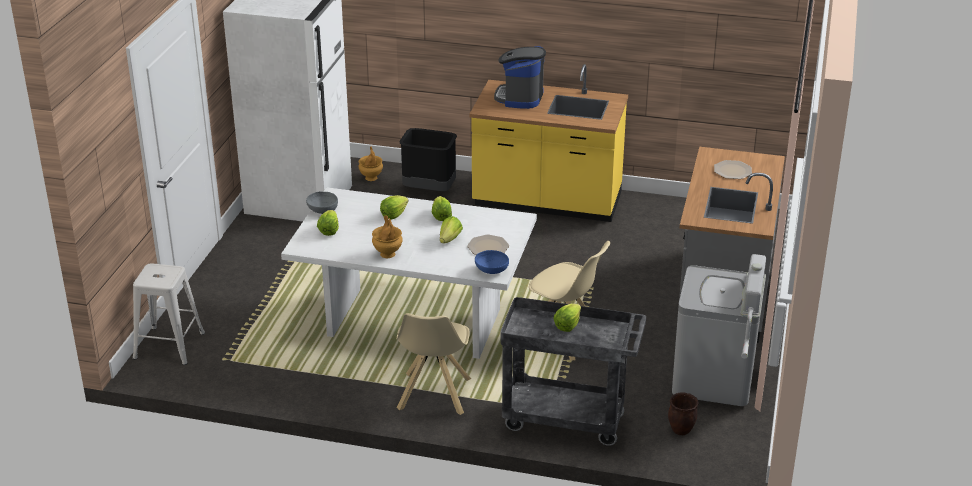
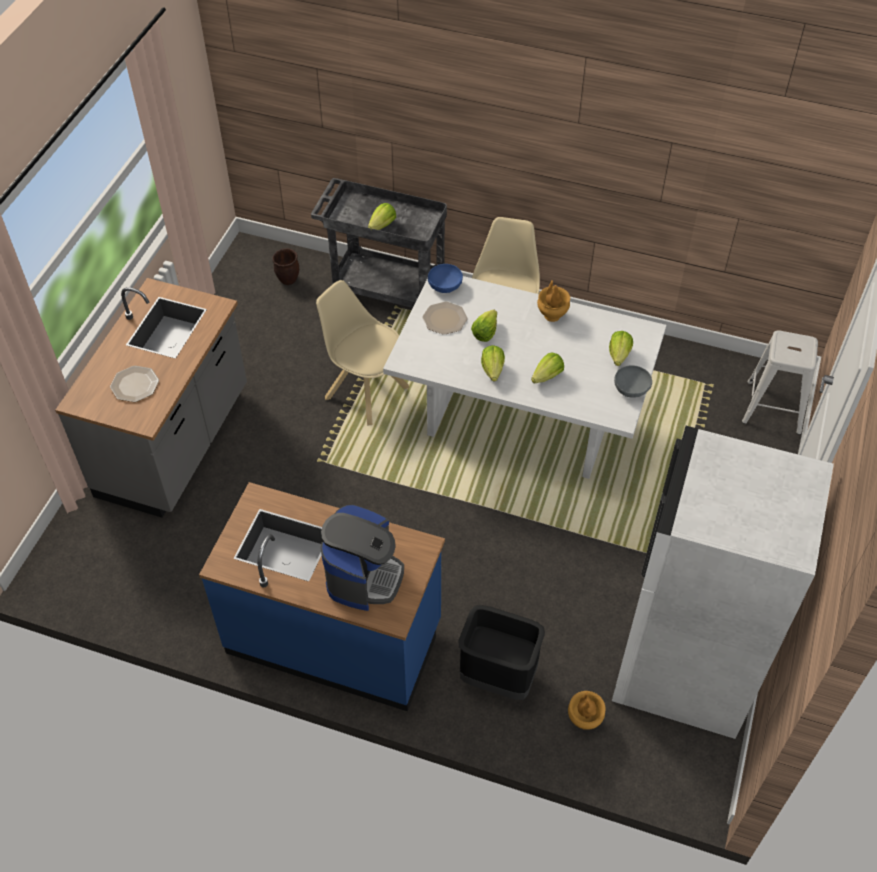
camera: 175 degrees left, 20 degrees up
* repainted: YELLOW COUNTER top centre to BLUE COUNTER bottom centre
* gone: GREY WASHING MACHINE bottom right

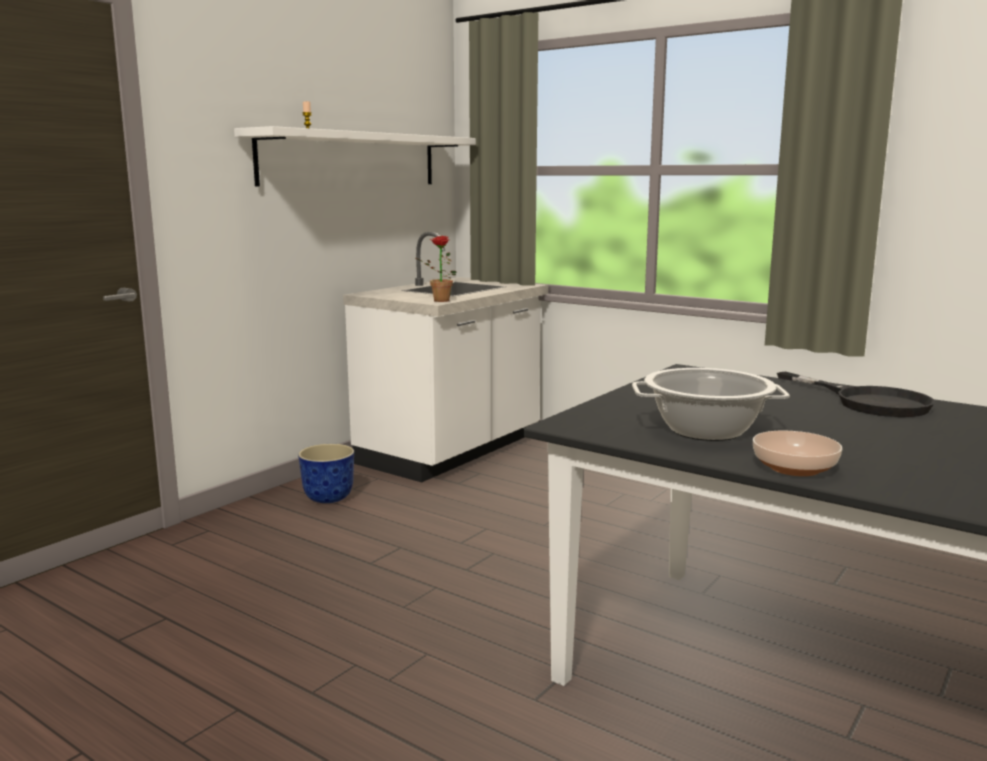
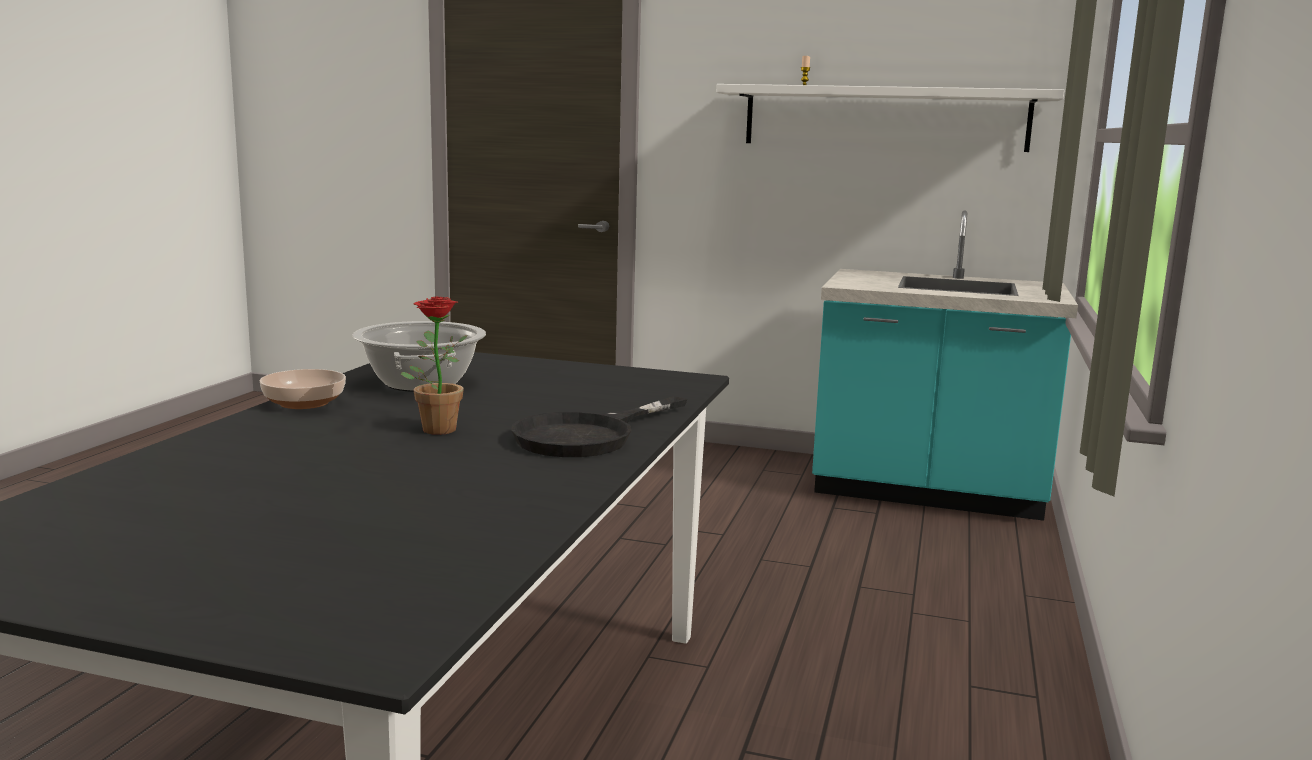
camera: 70 degrees right, 0 degrees up
* gone: PLANTER middle left
* repainted: WHITE COUNTER centre to TURQUOISE COUNTER middle right
* shifted: POTTED PLANT centre to middle left

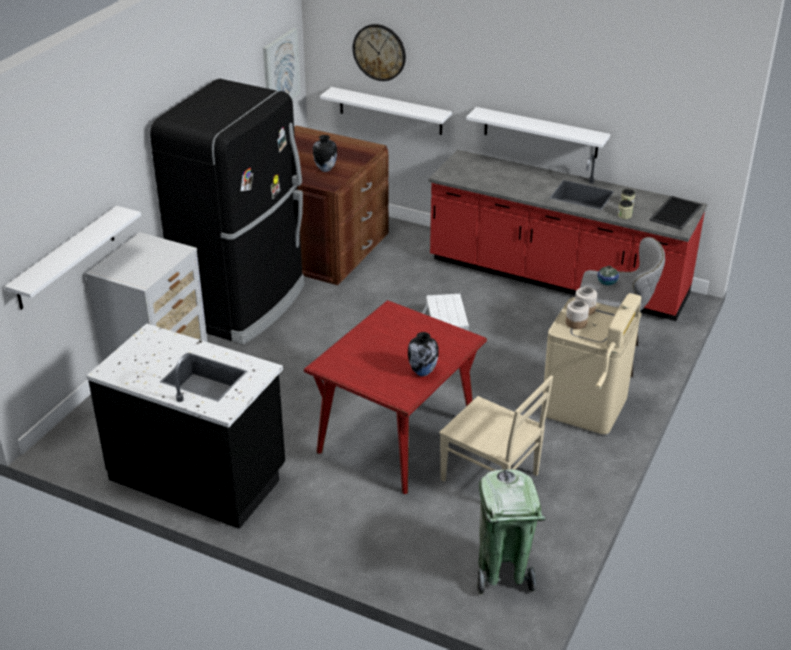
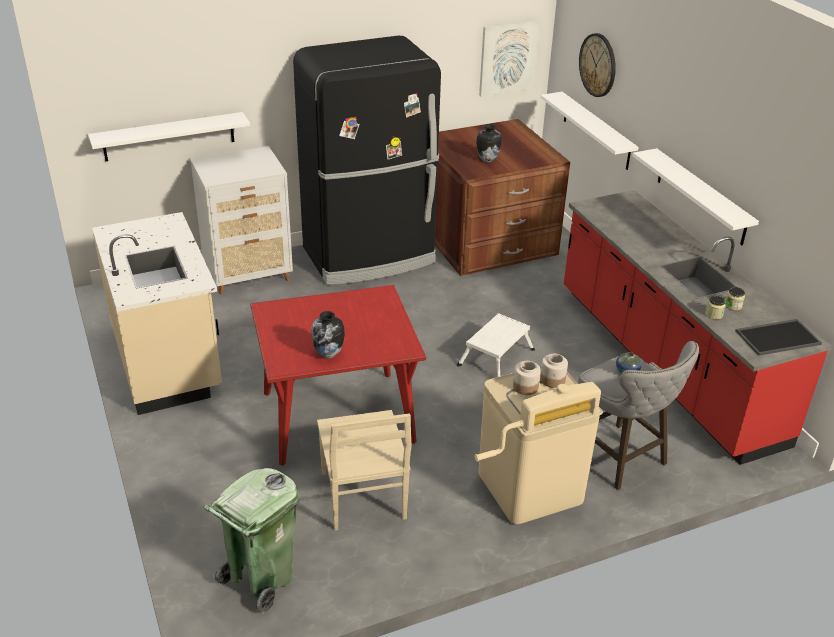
camera: 40 degrees right, 0 degrees up
* repainted: BLACK COUNTER middle left to BEIGE COUNTER middle left

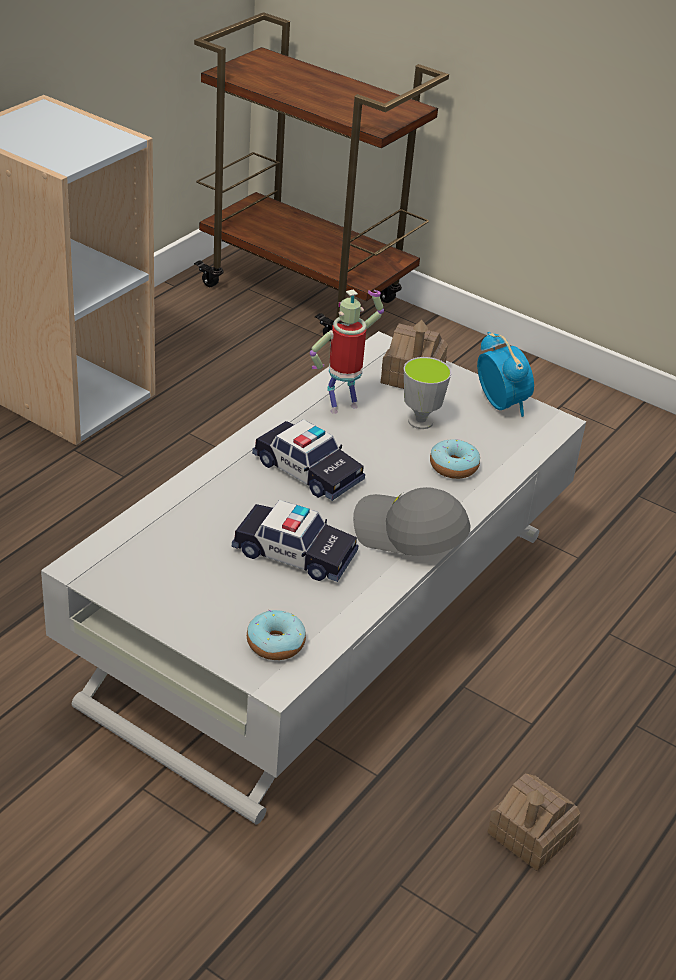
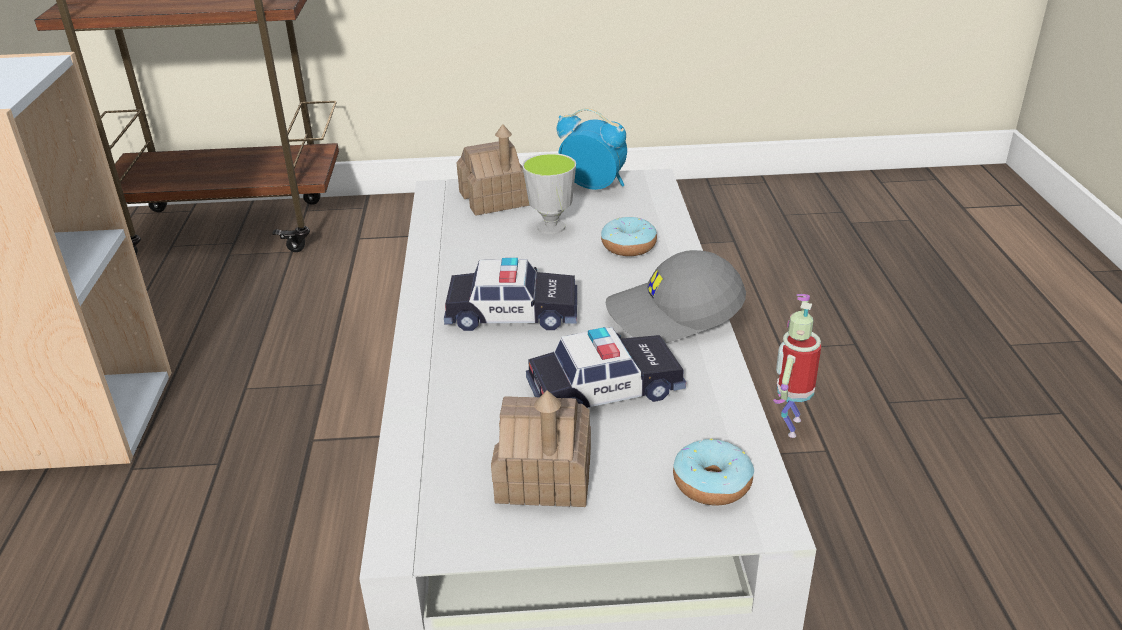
camera: 35 degrees left, 5 degrees down
* shifted: TOY ROBOT centre to middle right
* shifted: TOY HOUSE (no. 2 from left) bottom right to bottom centre

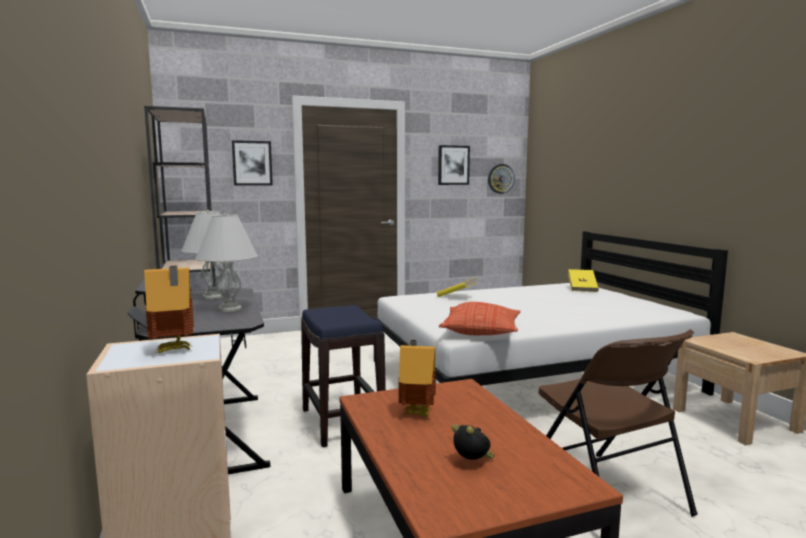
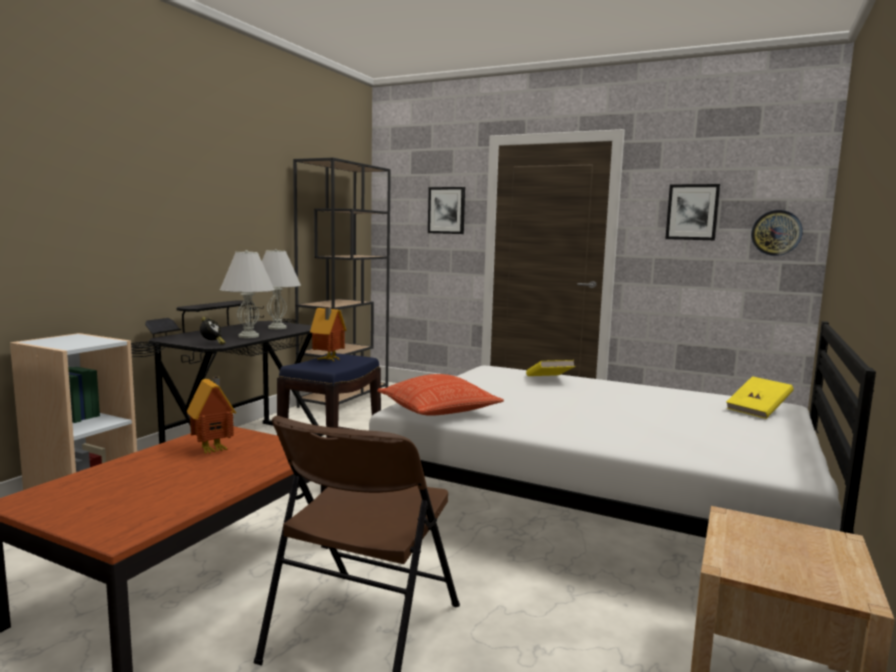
camera: 45 degrees right, 0 degrees up
* shifted: TOY HOUSE (no. 1 from left in the first image) middle left to TOY HOUSE (no. 2 from left) centre
* shifted: ALARM CLOCK bottom centre to middle left

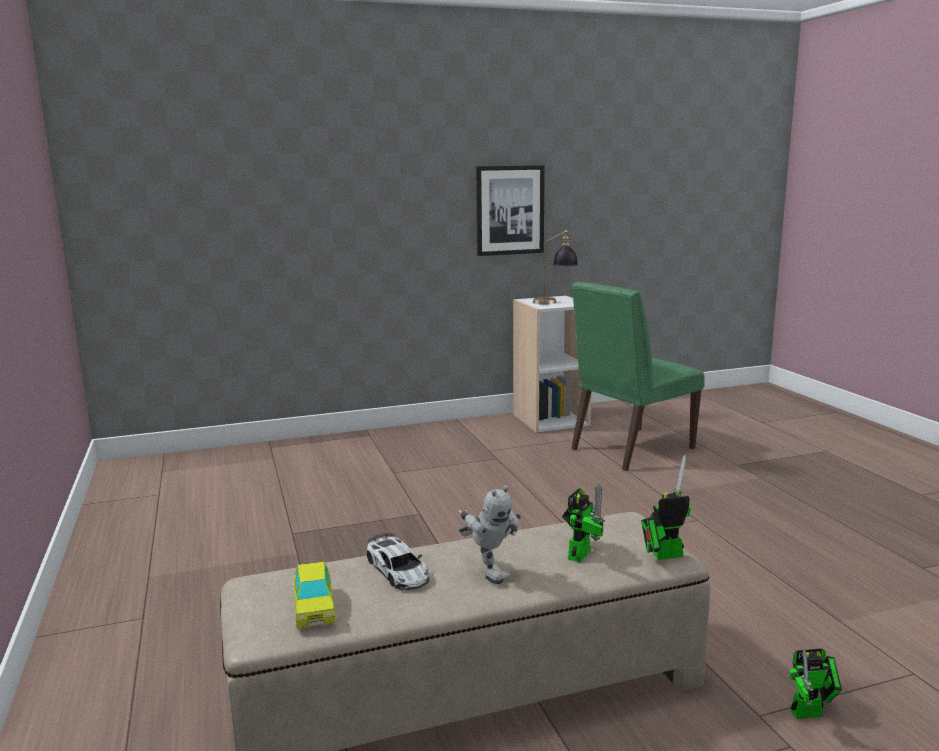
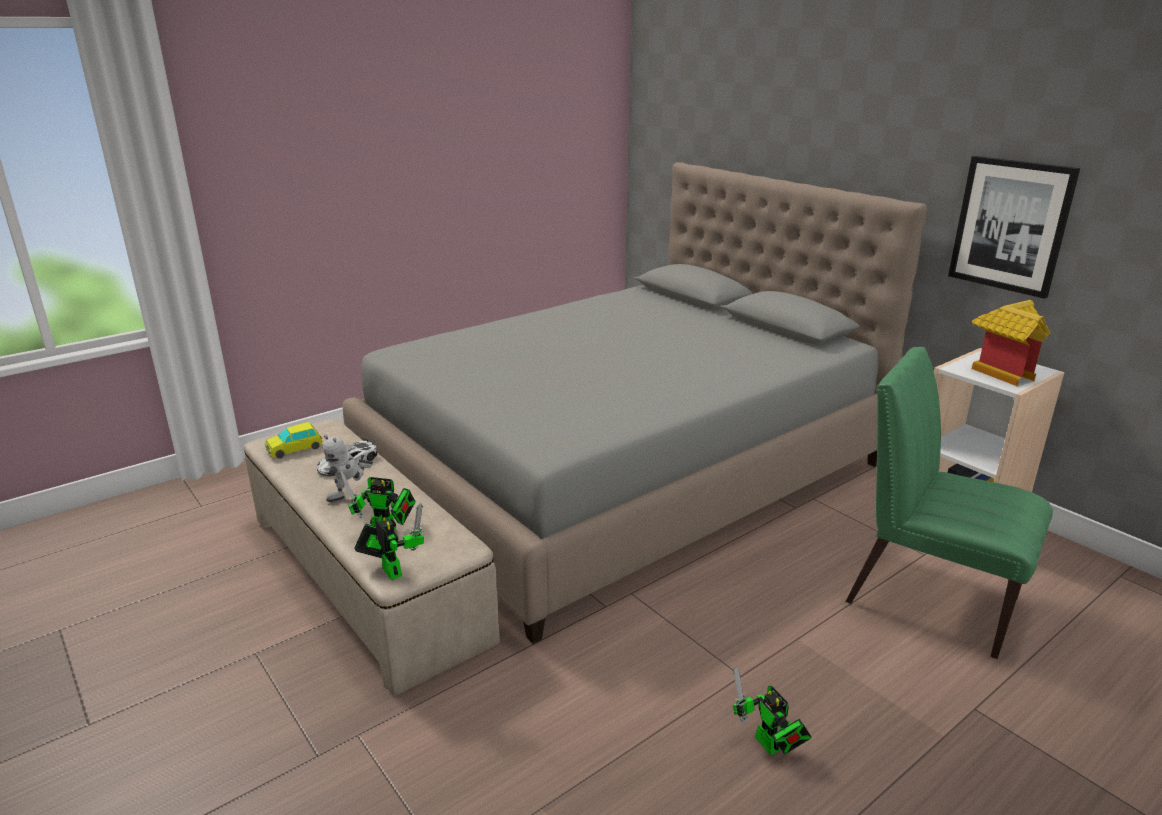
camera: 70 degrees right, 10 degrees up
* swapped: TABLE LAMP centre to TOY HOUSE middle right
* shifted: TOY ROBOT (no. 4 from left) bottom right to bottom centre
* new: GREY BED centre

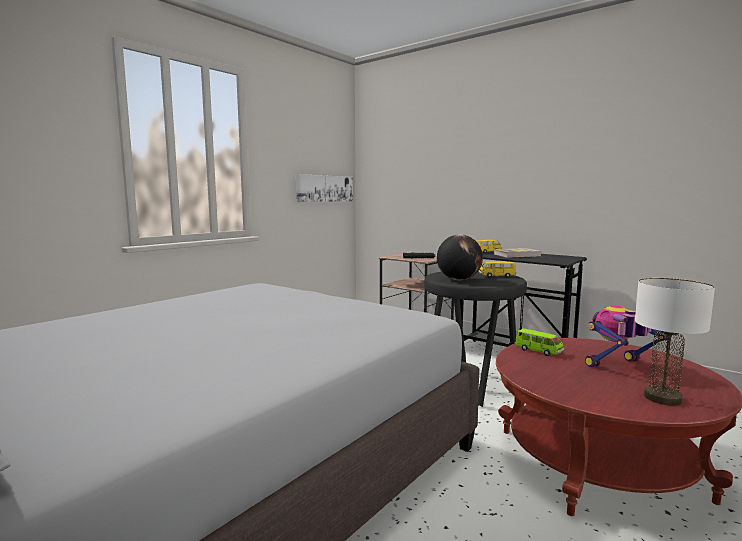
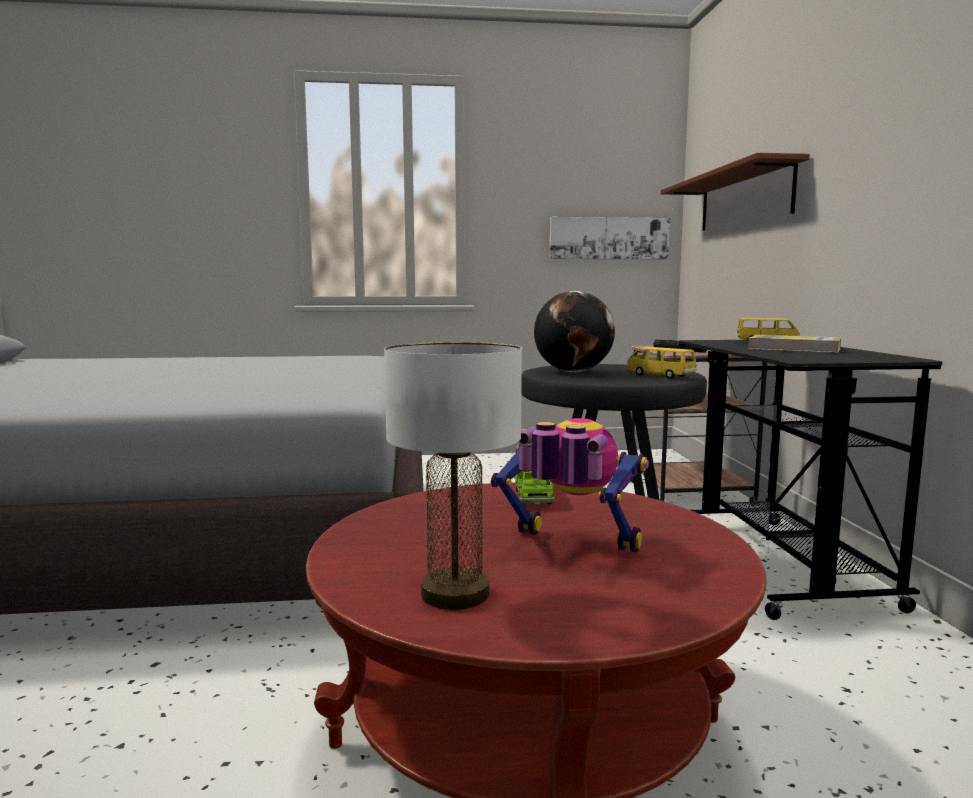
camera: 45 degrees right, 0 degrees up
* new: BROWN SHELF top right

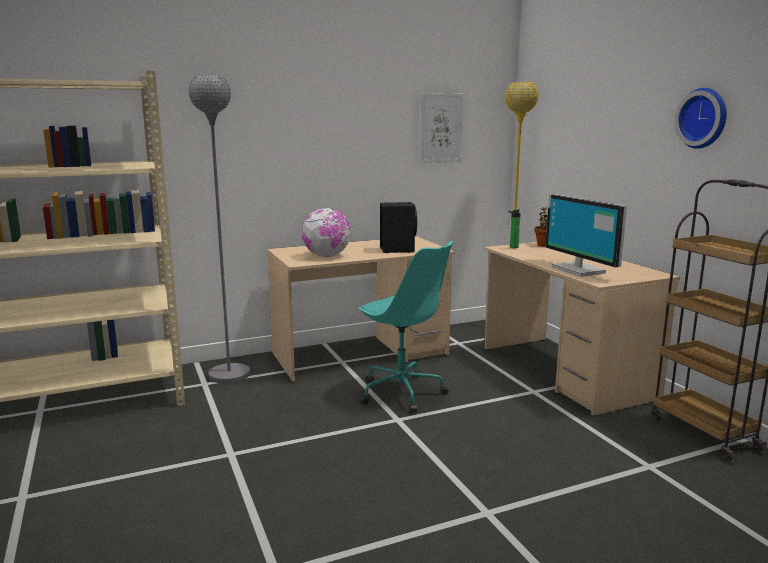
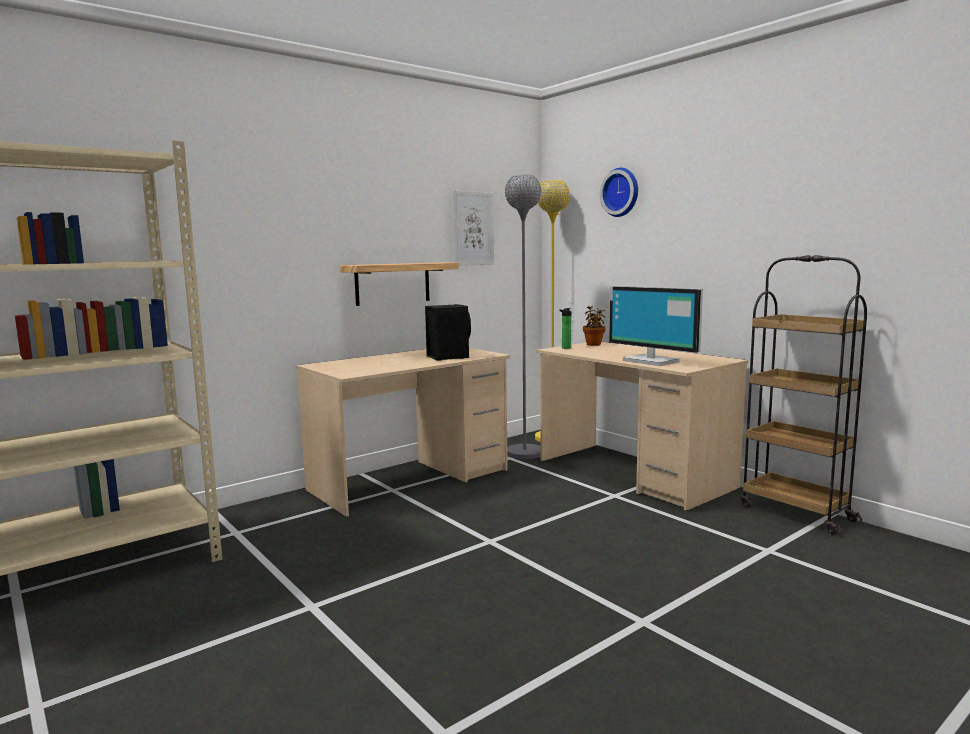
camera: 15 degrees left, 5 degrees down
* shifted: GREY FLOOR LAMP middle left to centre
* gone: GLOBE centre
* gone: TURQUOISE OFFICE CHAIR centre
* shifted: WALL CLOCK top right to top centre
* new: SHELF centre

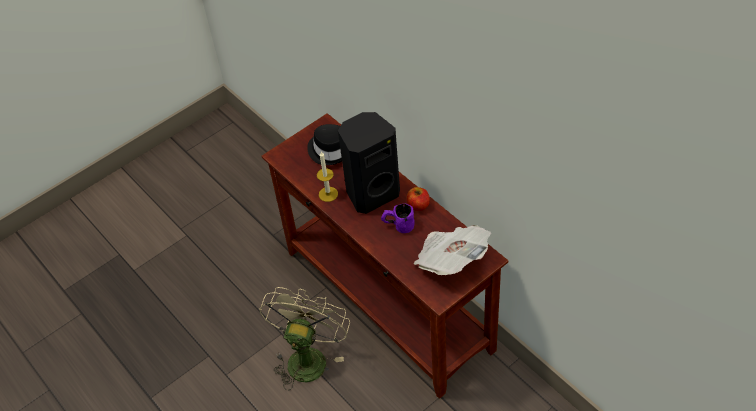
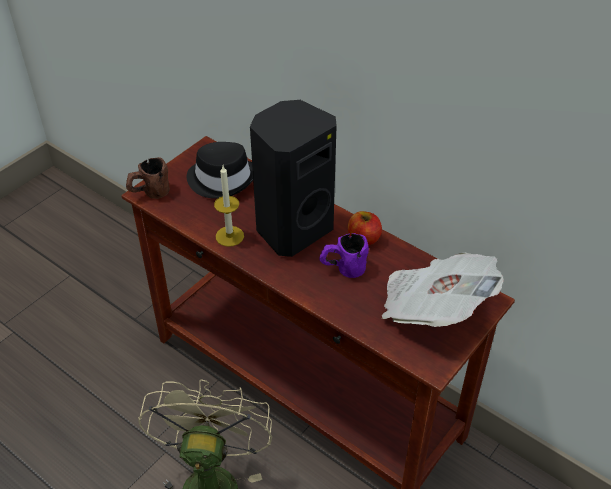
camera: 15 degrees left, 5 degrees down
* new: BROWN MUG middle left

